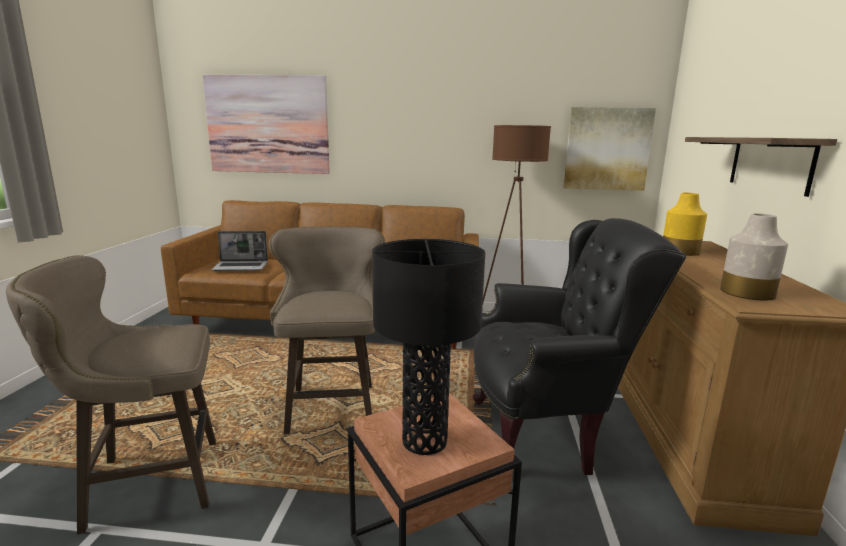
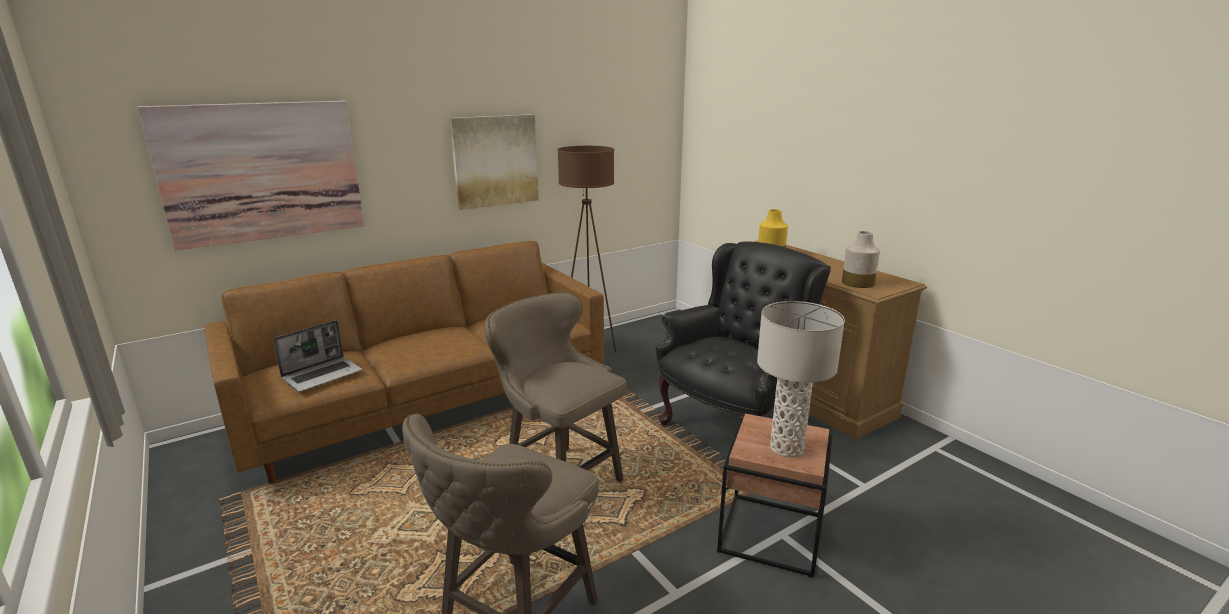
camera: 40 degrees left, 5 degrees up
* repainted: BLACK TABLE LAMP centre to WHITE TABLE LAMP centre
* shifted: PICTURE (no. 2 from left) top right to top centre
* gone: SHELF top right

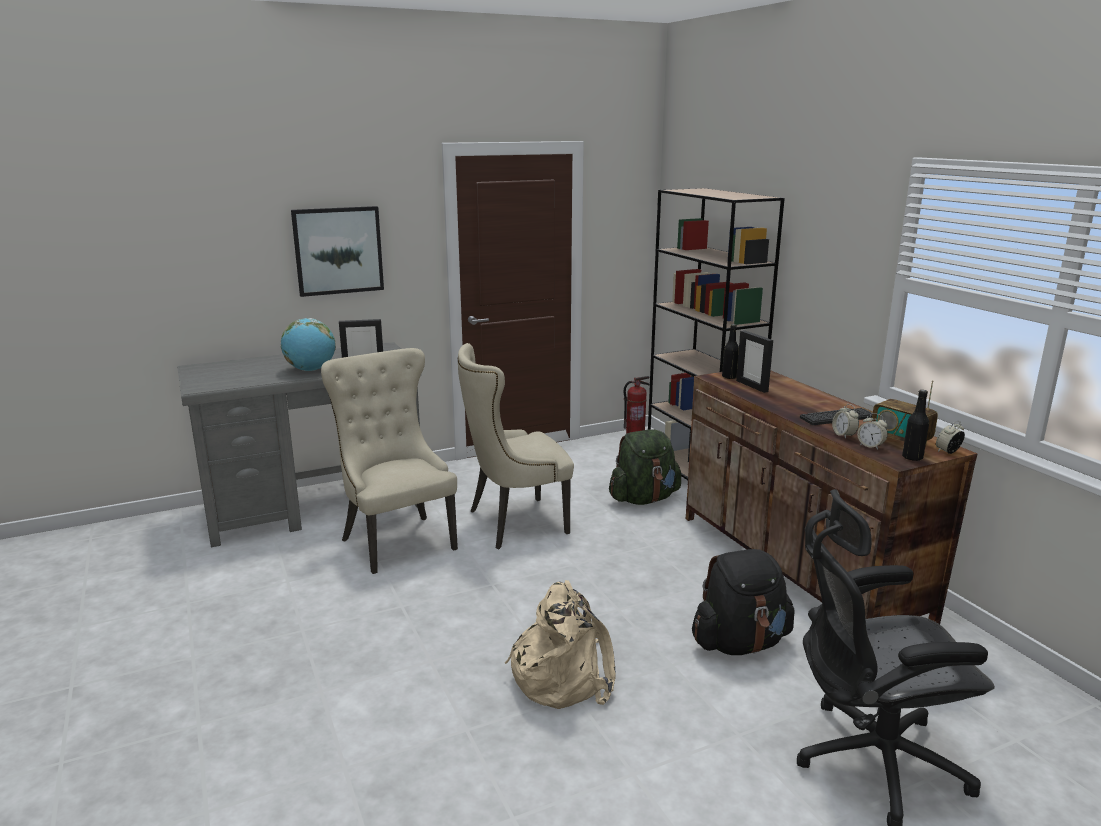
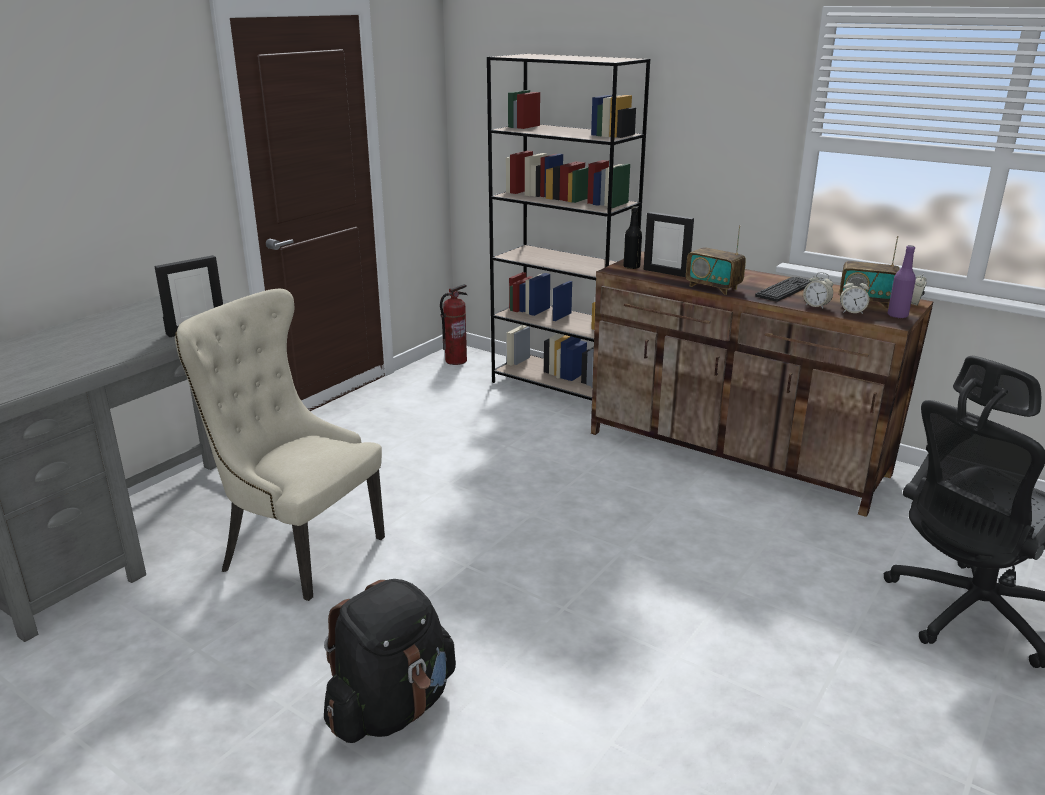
camera: 30 degrees left, 5 degrees up
* gone: GLOBE middle left
* gone: PICTURE top left
* gone: BEIGE CHAIR (no. 2 from left) centre
* gone: BEIGE BACKPACK bottom centre
* gone: GREEN BACKPACK centre
* shifted: BLACK BACKPACK bottom right to bottom centre
* repainted: BLACK BOTTLE (no. 2 from left) middle right to PURPLE BOTTLE middle right
* new: RADIO (no. 1 from left) top right

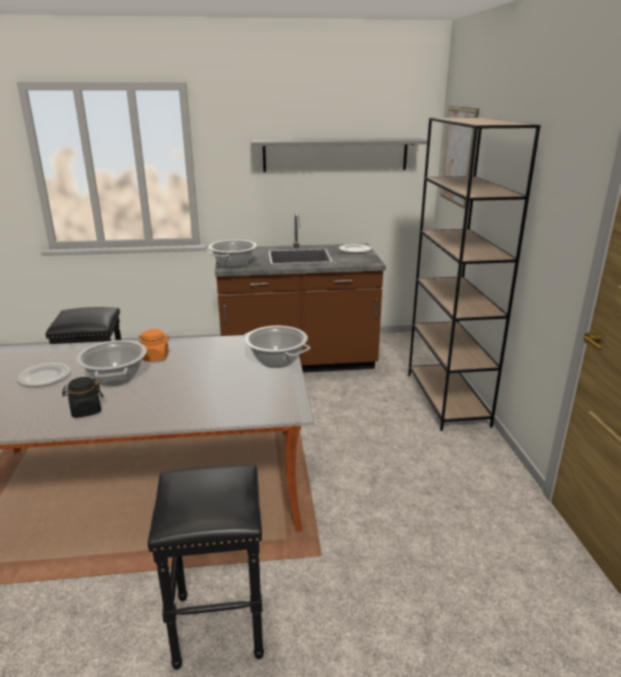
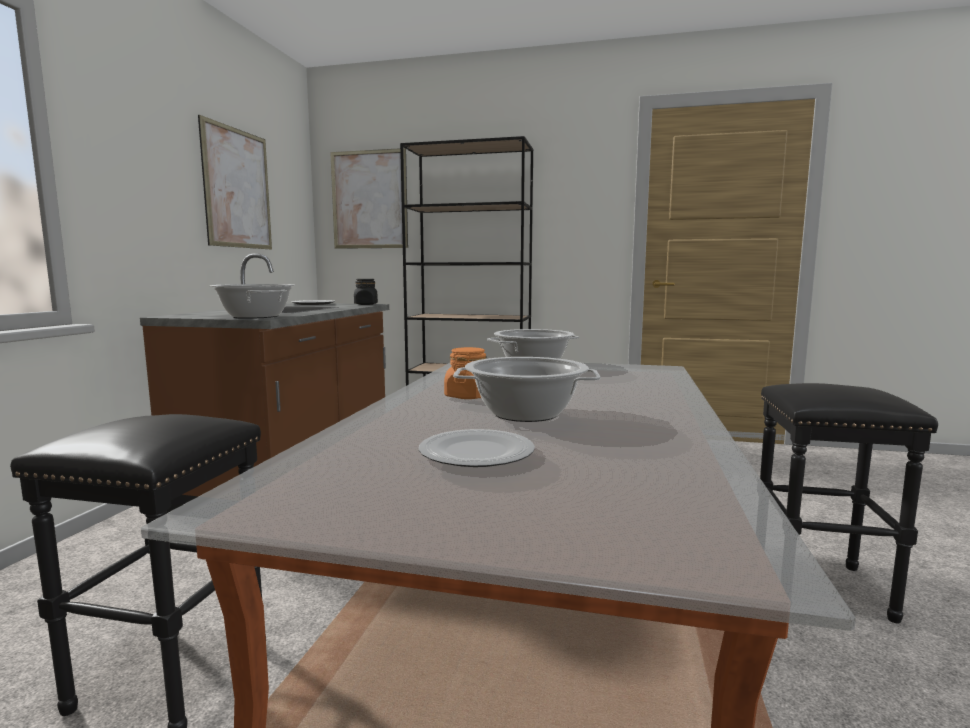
camera: 70 degrees left, 15 degrees down
* shifted: BLACK JAR middle left to centre
* swapped: GREY SHELF top centre to PICTURE (no. 1 from left) top left

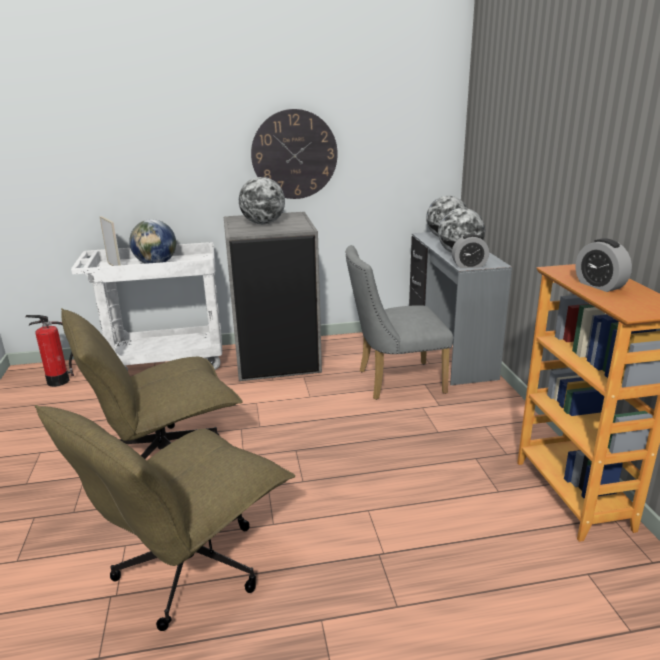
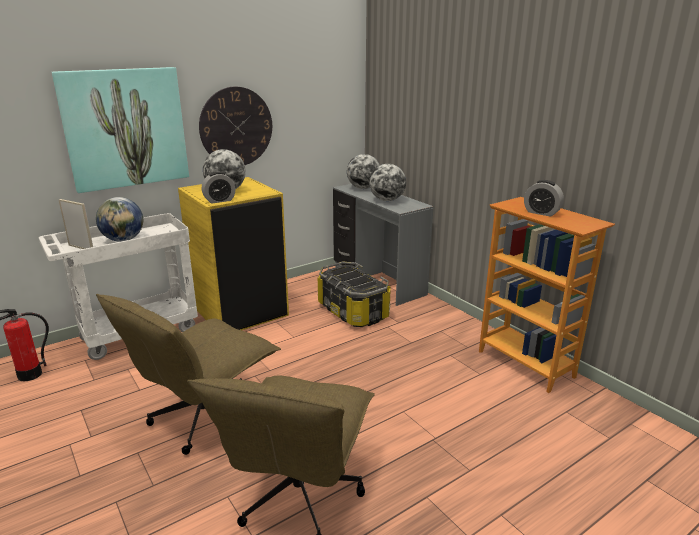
camera: 25 degrees left, 0 degrees up
* repainted: GREY CABINET centre to YELLOW CABINET centre
* swapped: GREY CHAIR centre to STORAGE BOX centre
* shifted: ALARM CLOCK (no. 1 from left) middle right to middle left
* new: PICTURE top left

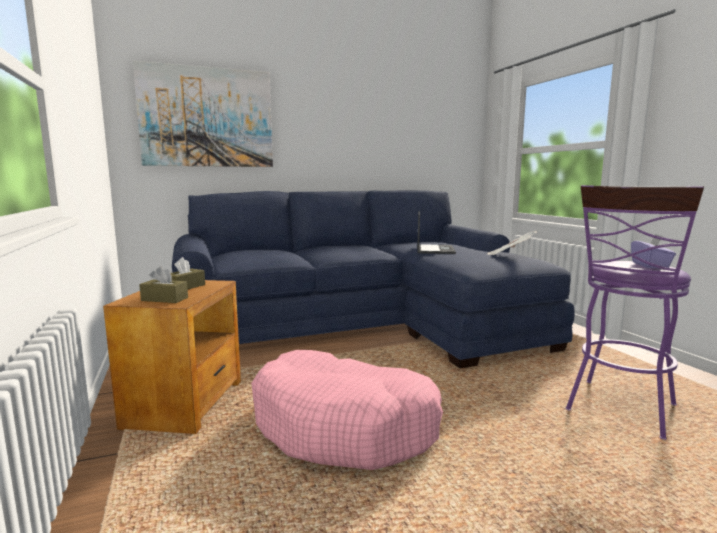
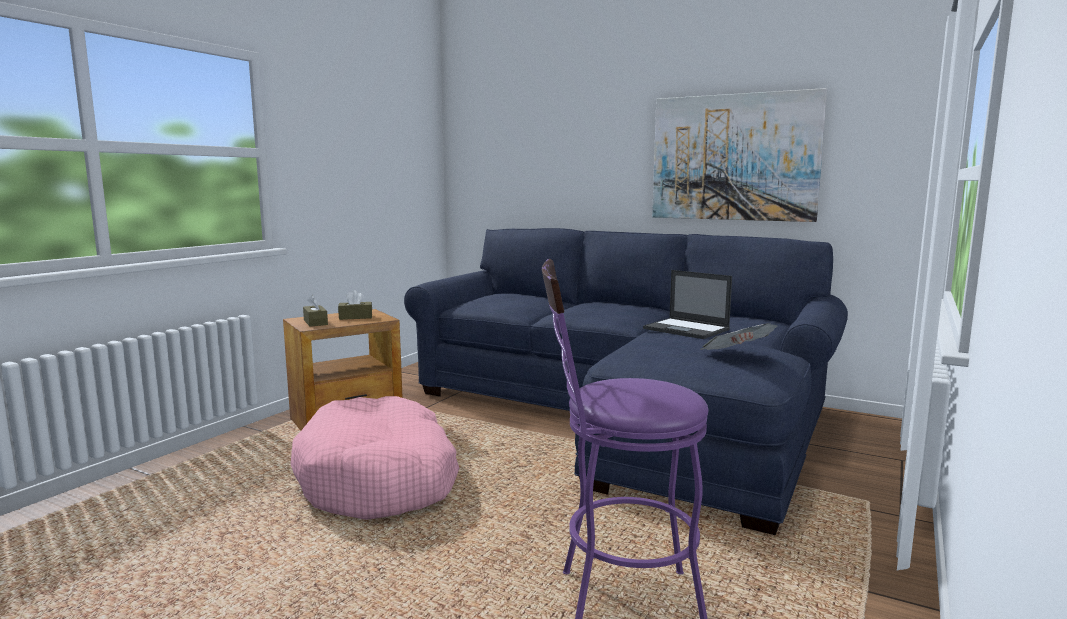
camera: 50 degrees right, 0 degrees up
* shifted: PICTURE top left to top right
* rotated: LAPTOP centre = centre 75 degrees clockwise
* gone: PURPLE TISSUE BOX middle right

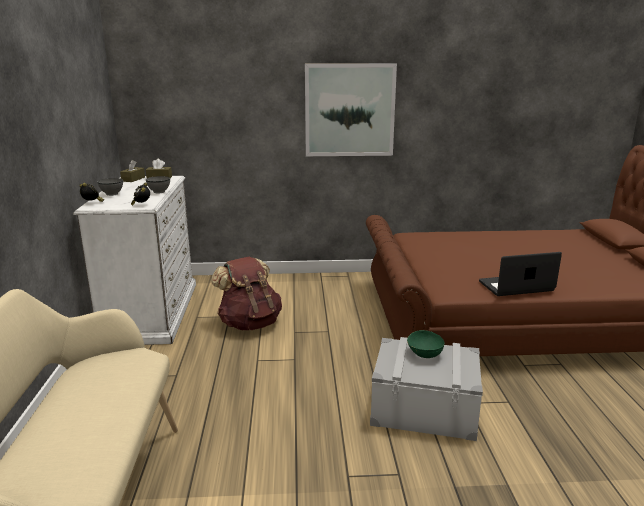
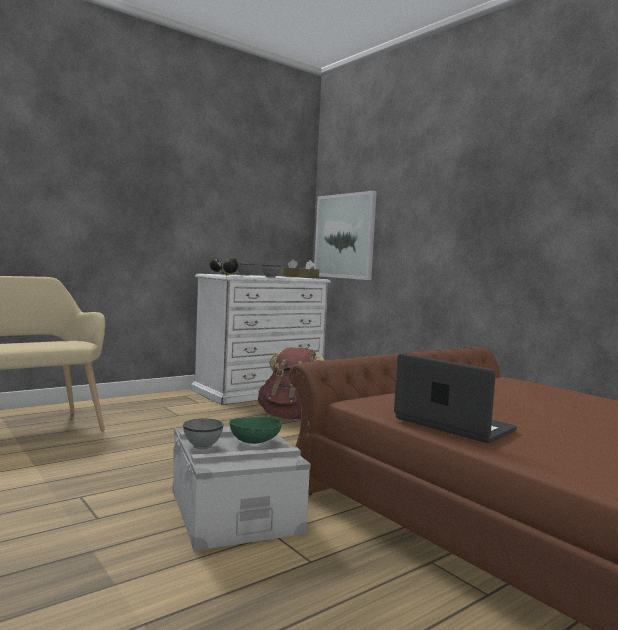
camera: 55 degrees right, 15 degrees down
* shifted: PICTURE top centre to centre
* new: GREY BOWL (no. 1 from left) bottom left

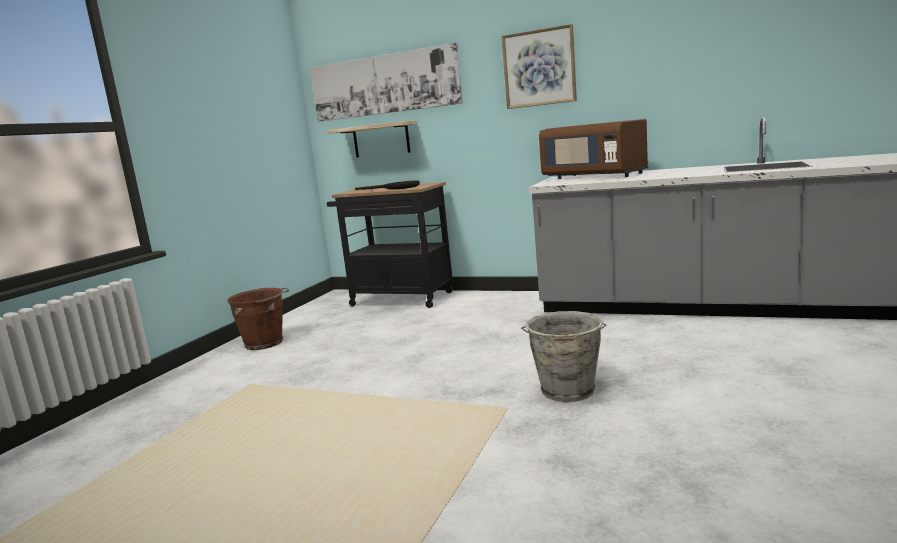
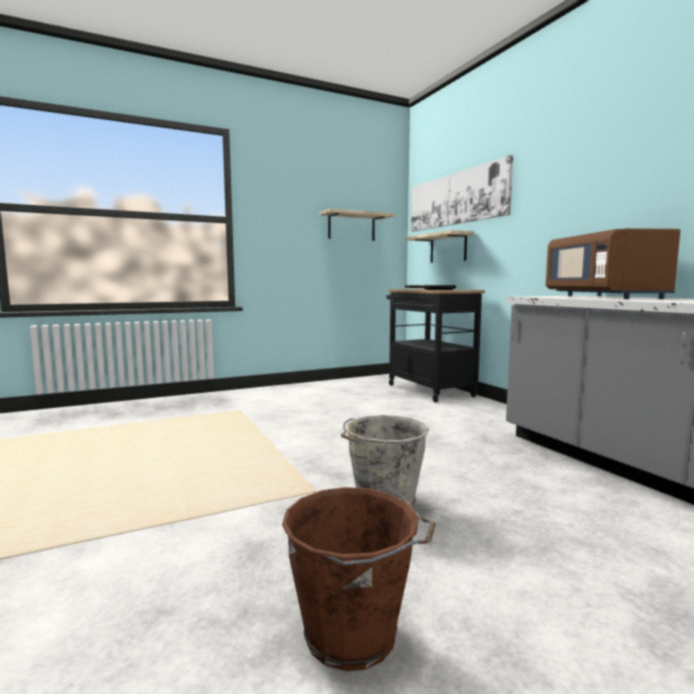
camera: 40 degrees right, 5 degrees down
* shifted: BROWN BUCKET middle left to bottom centre
* gone: PICTURE (no. 2 from left) top centre
* new: SHELF (no. 1 from left) top centre

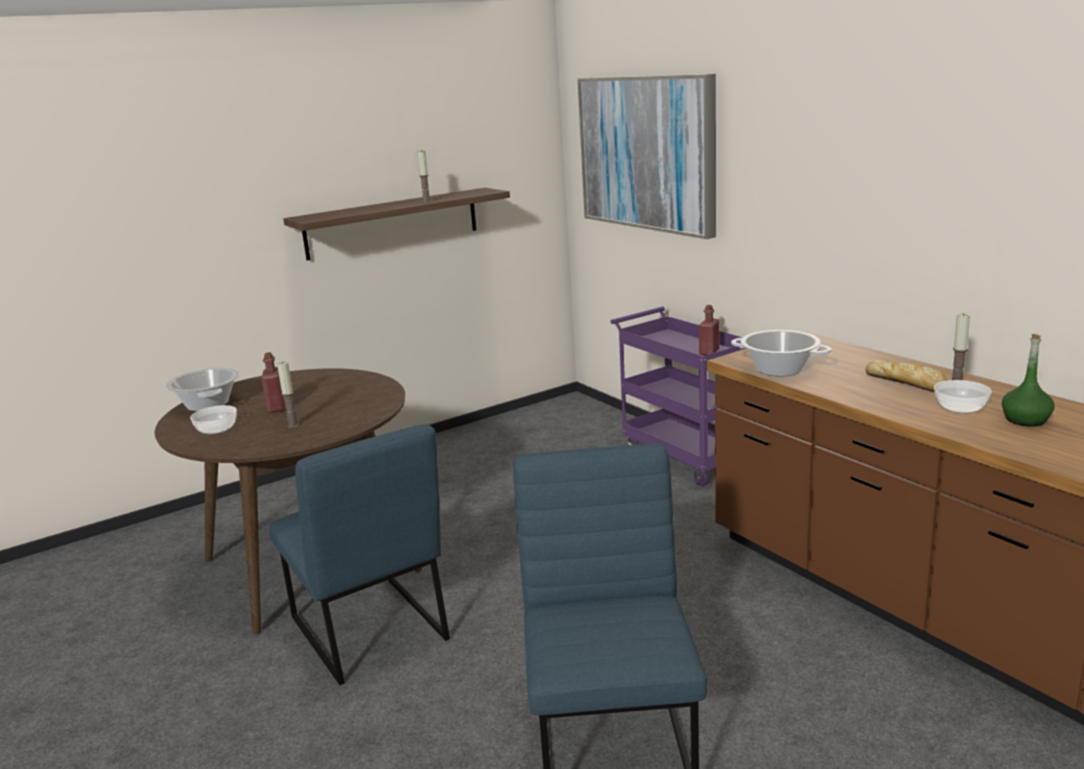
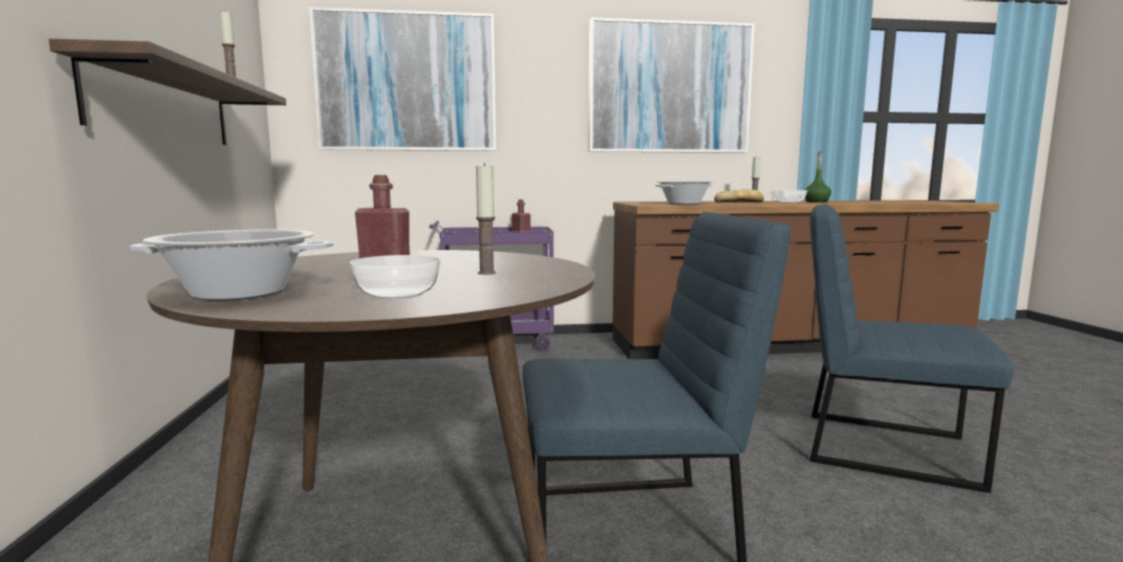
camera: 65 degrees left, 10 degrees down
* new: PICTURE (no. 2 from left) top centre

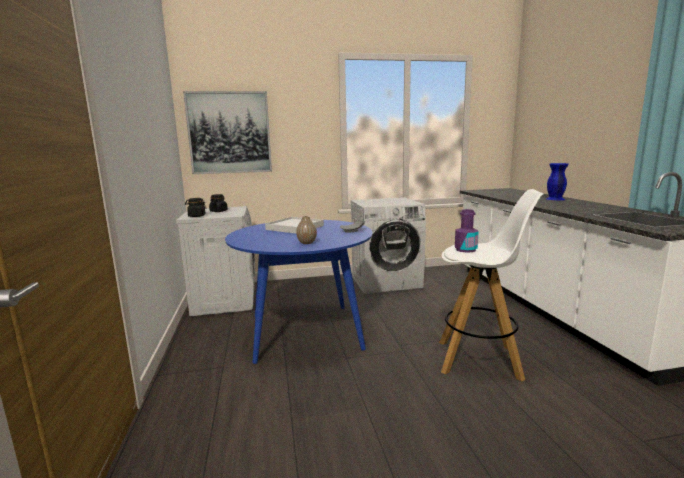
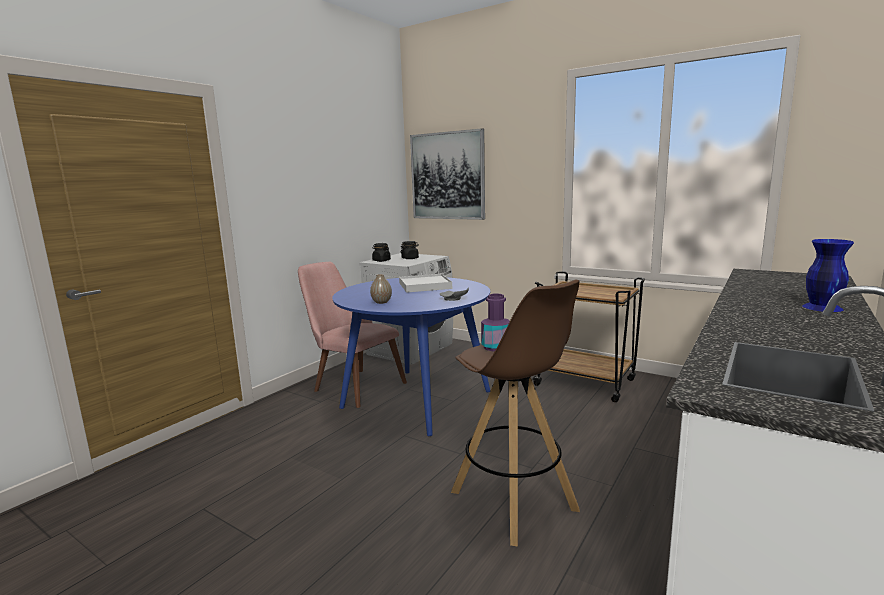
camera: 45 degrees right, 0 degrees up
* swapped: WHITE WASHING MACHINE (no. 2 from left) centre to BROWN CART centre
* repainted: WHITE STOOL middle right to BROWN STOOL bottom centre
* new: PINK CHAIR centre

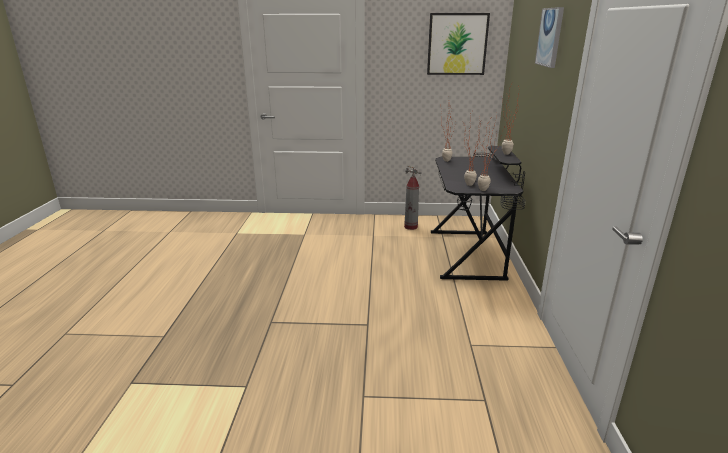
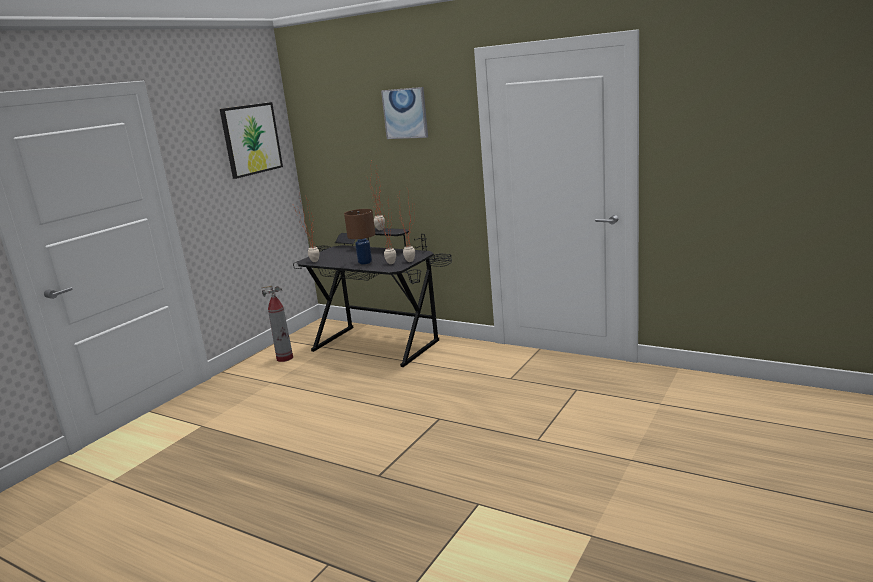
camera: 60 degrees left, 5 degrees down
* new: BROWN TABLE LAMP centre

